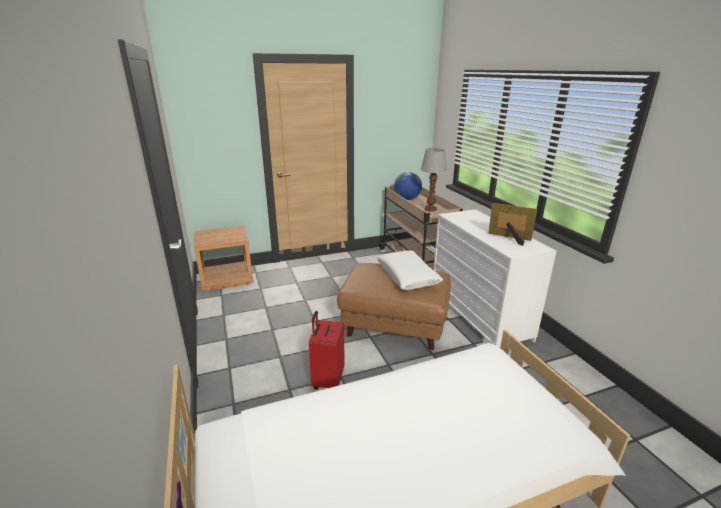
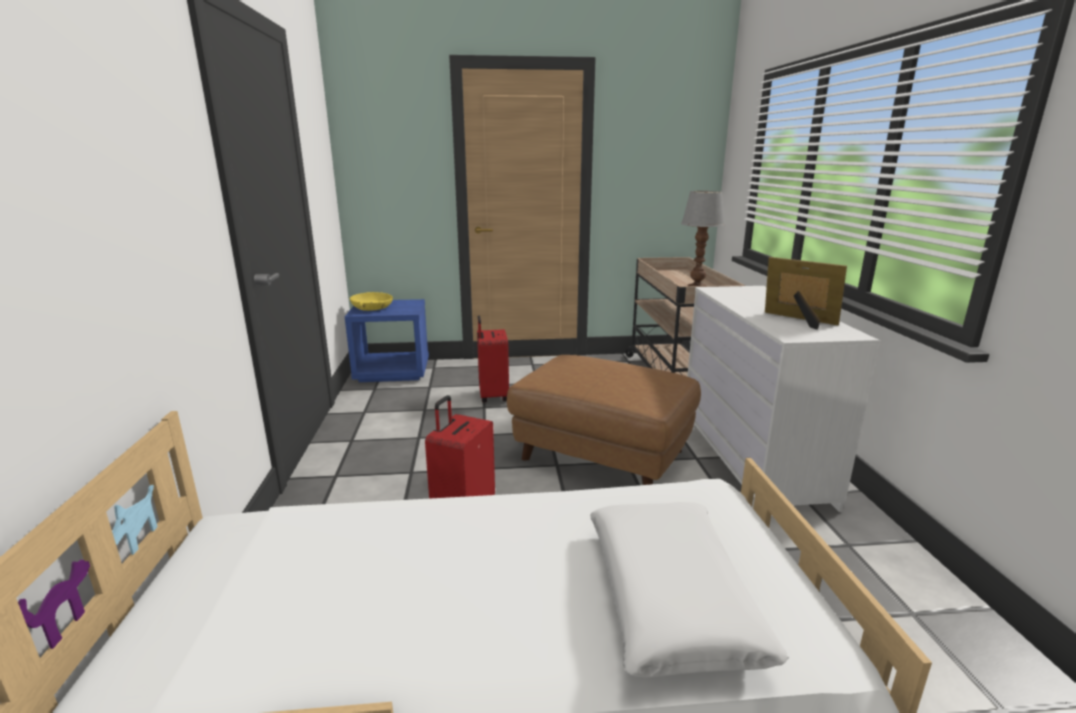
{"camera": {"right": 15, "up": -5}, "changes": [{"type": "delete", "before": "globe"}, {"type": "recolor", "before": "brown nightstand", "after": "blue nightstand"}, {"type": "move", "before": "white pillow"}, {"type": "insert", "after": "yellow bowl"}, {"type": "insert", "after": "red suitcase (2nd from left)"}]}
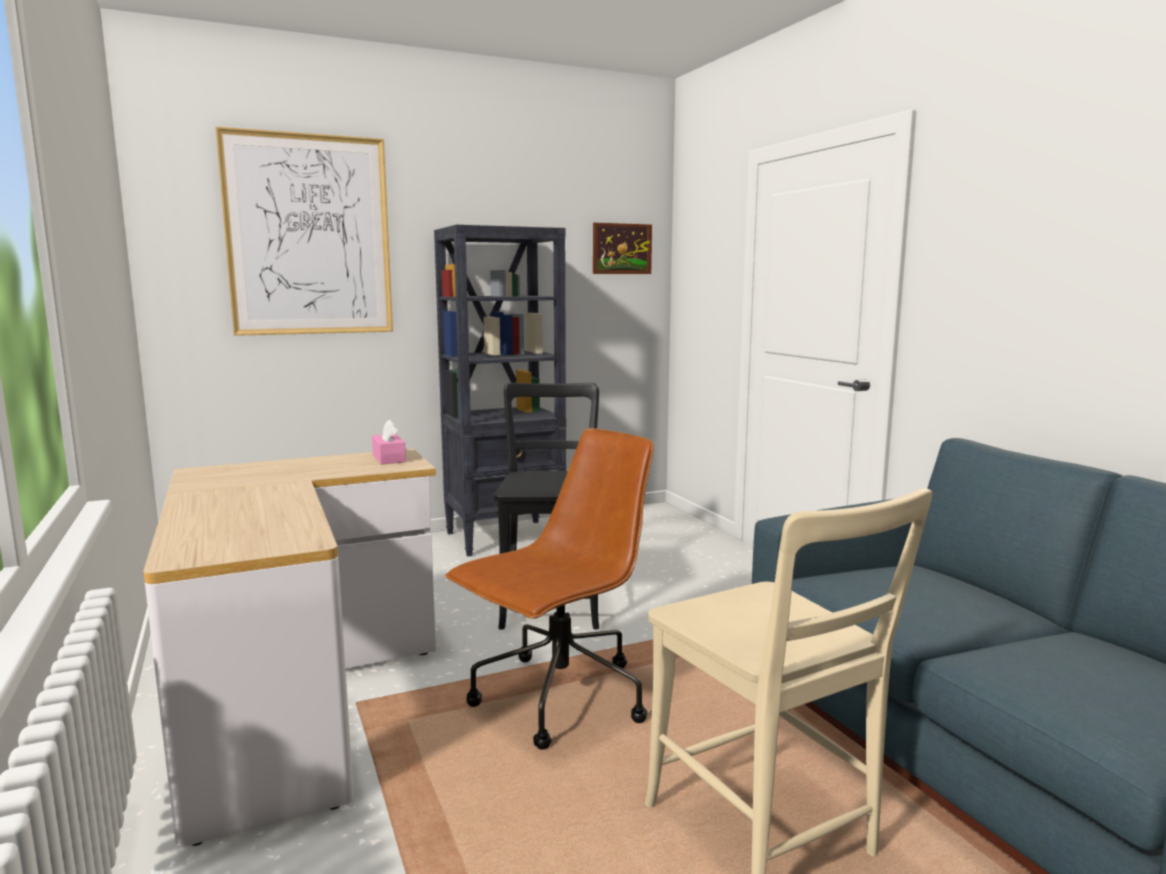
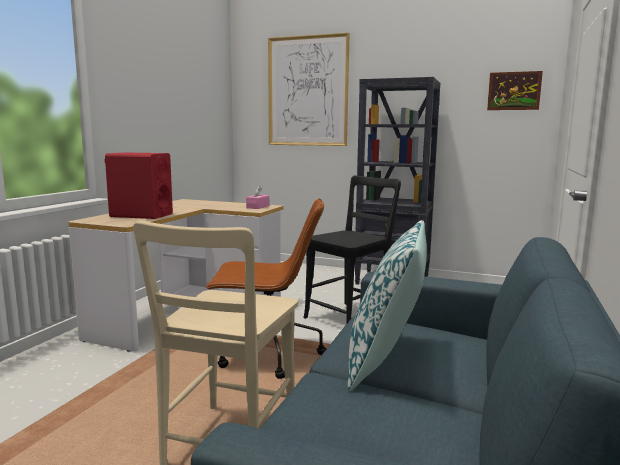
{"camera": {"right": 45, "up": 0}, "changes": [{"type": "insert", "after": "red speaker"}, {"type": "insert", "after": "pillow"}]}
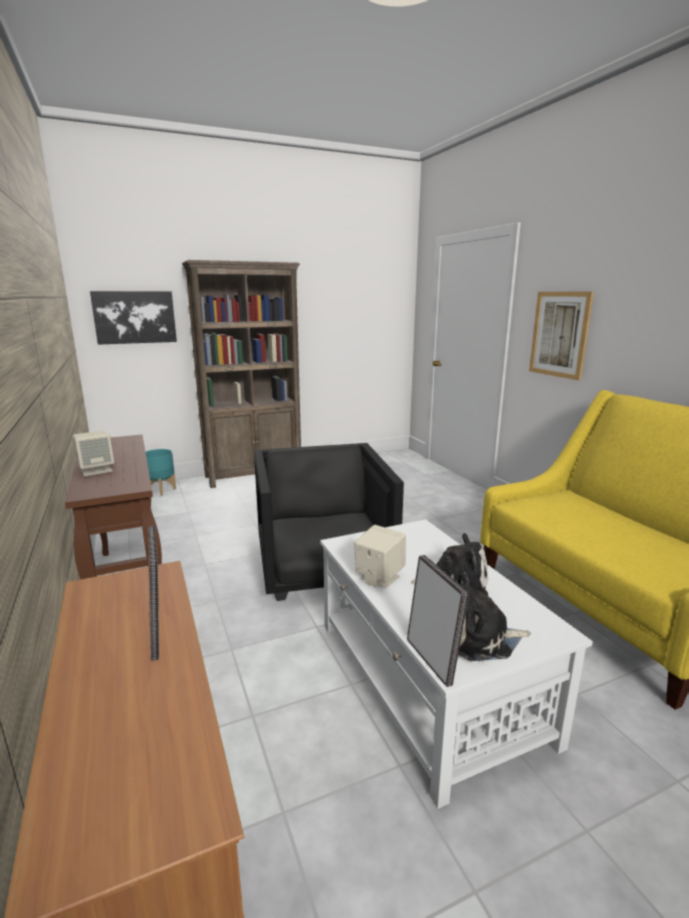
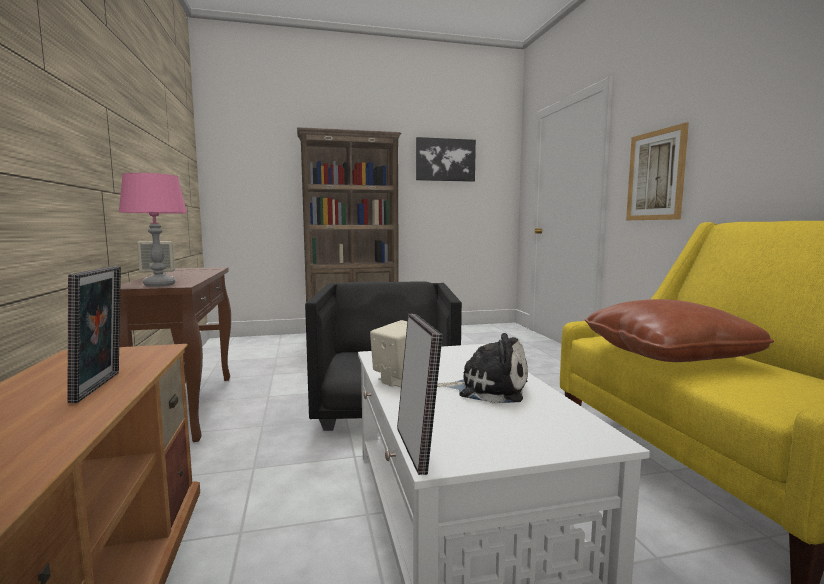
{"camera": {"right": 10, "up": -10}, "changes": [{"type": "move", "before": "picture (1st from left)"}, {"type": "delete", "before": "turquoise planter"}, {"type": "delete", "before": "plush toy (2nd from left)"}, {"type": "insert", "after": "pink table lamp"}, {"type": "insert", "after": "brown pillow"}]}
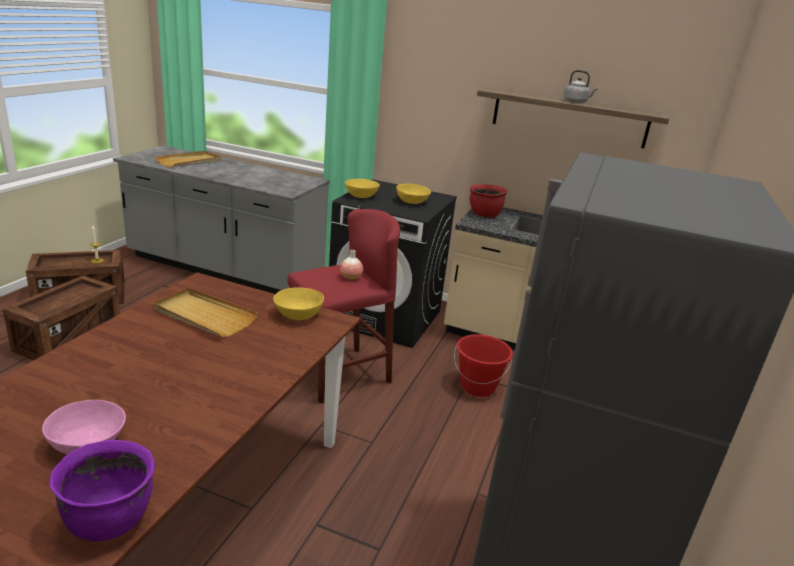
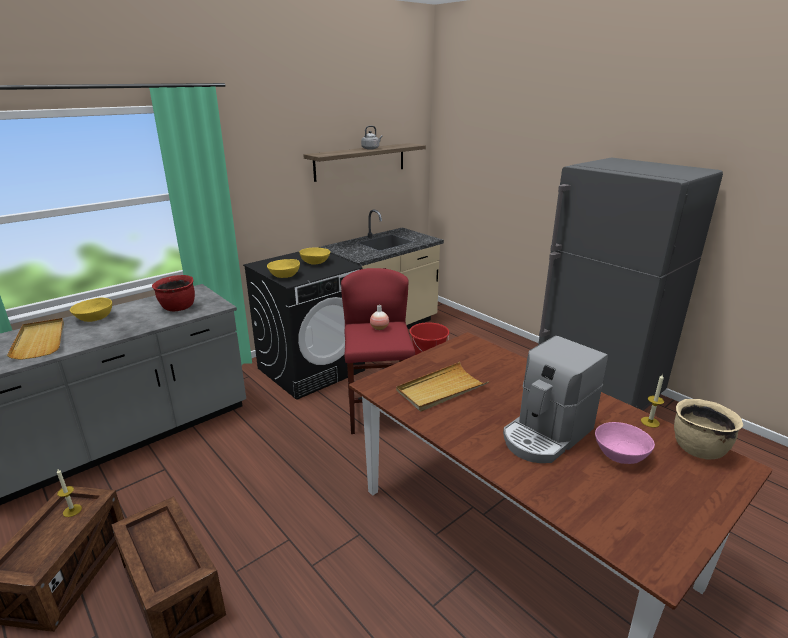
{"camera": {"right": -60, "up": 0}, "changes": [{"type": "move", "before": "red cooking pot"}, {"type": "move", "before": "yellow bowl (1st from left)"}, {"type": "recolor", "before": "purple cooking pot", "after": "beige cooking pot"}, {"type": "insert", "after": "coffee machine"}, {"type": "insert", "after": "candle (2nd from left)"}]}
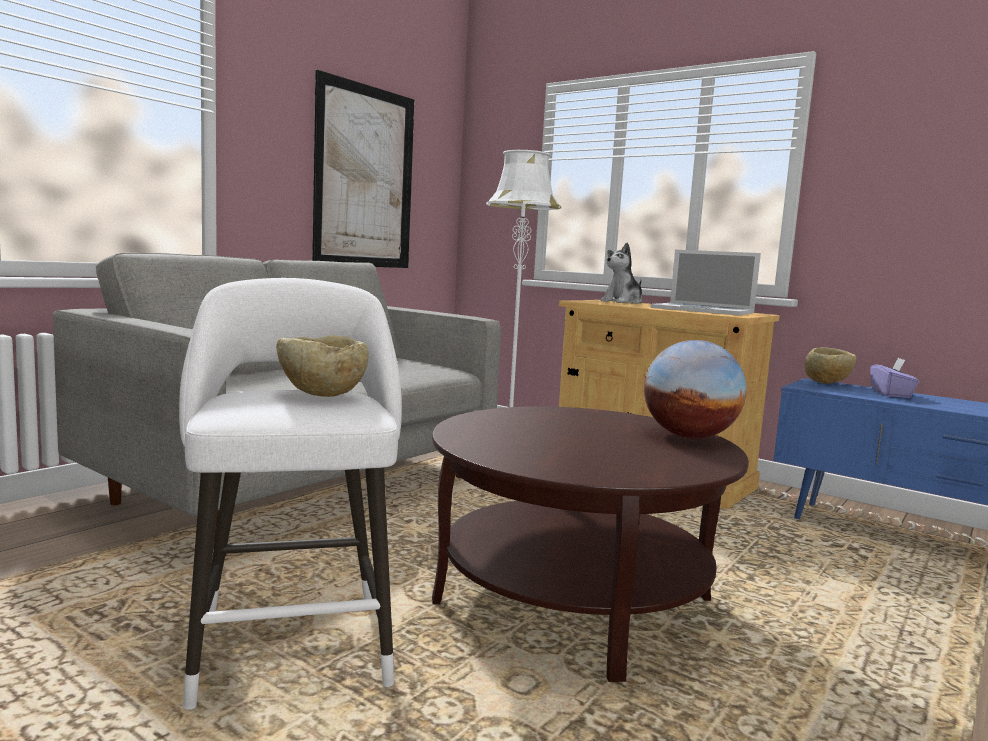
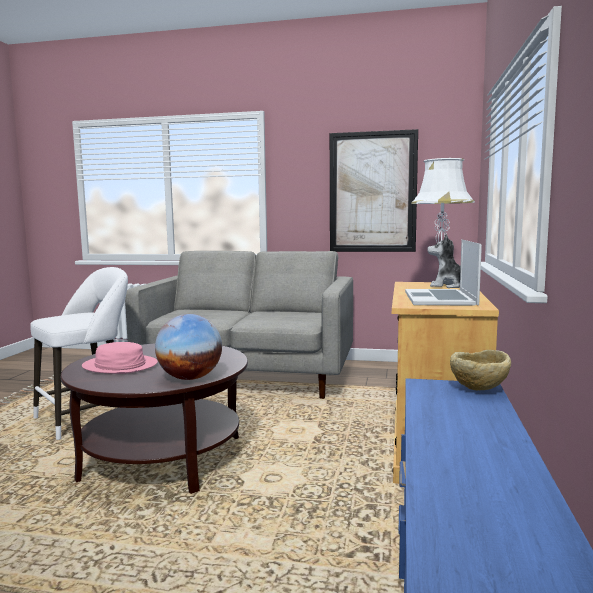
{"camera": {"right": 65, "up": 0}, "changes": [{"type": "delete", "before": "beige bowl (1st from left)"}, {"type": "delete", "before": "purple tissue box"}, {"type": "insert", "after": "pink hat"}]}
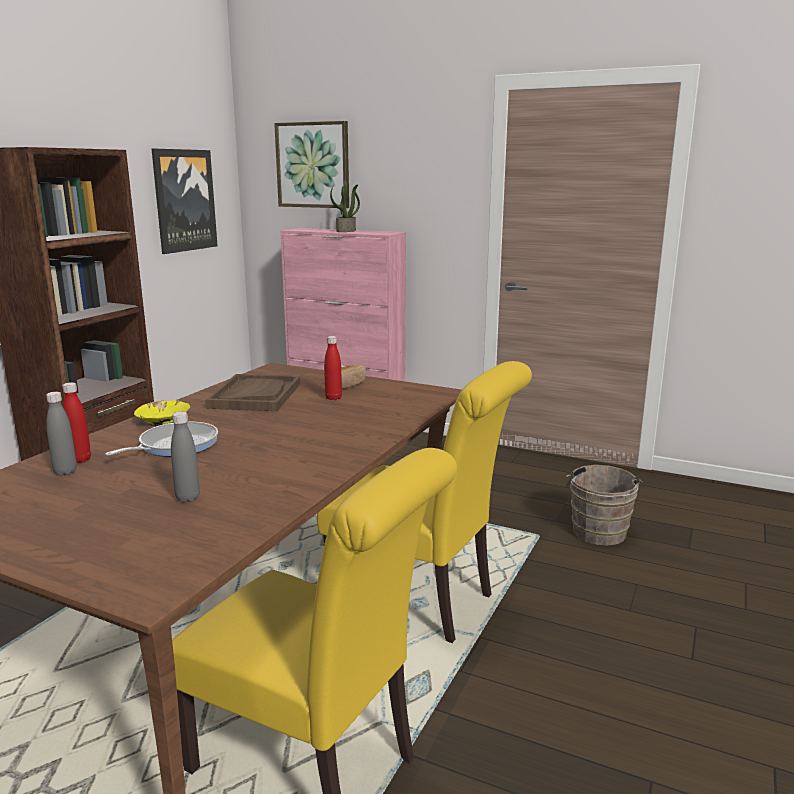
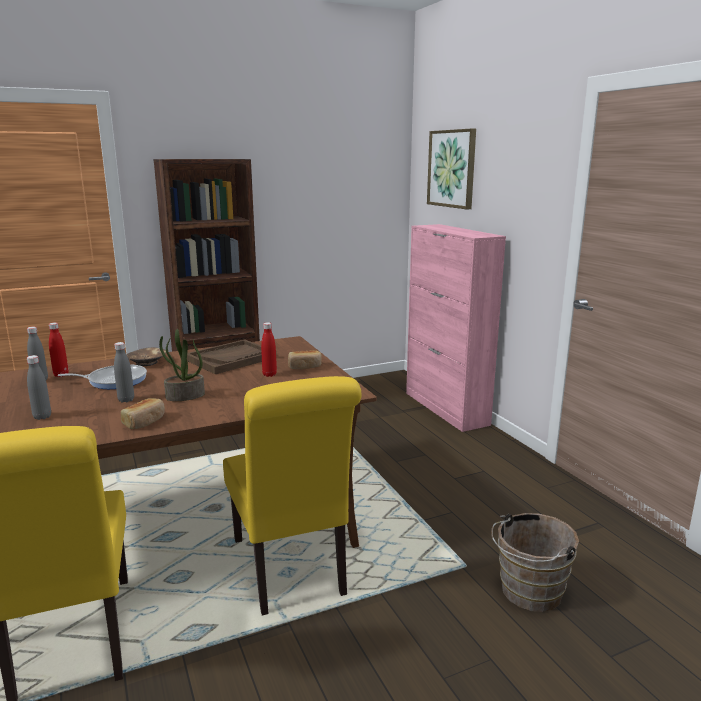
{"camera": {"right": 40, "up": 0}, "changes": [{"type": "delete", "before": "picture (1st from left)"}, {"type": "move", "before": "potted plant"}, {"type": "recolor", "before": "yellow bowl", "after": "brown bowl"}, {"type": "insert", "after": "grey bottle (3rd from left)"}, {"type": "insert", "after": "bread (1st from left)"}]}
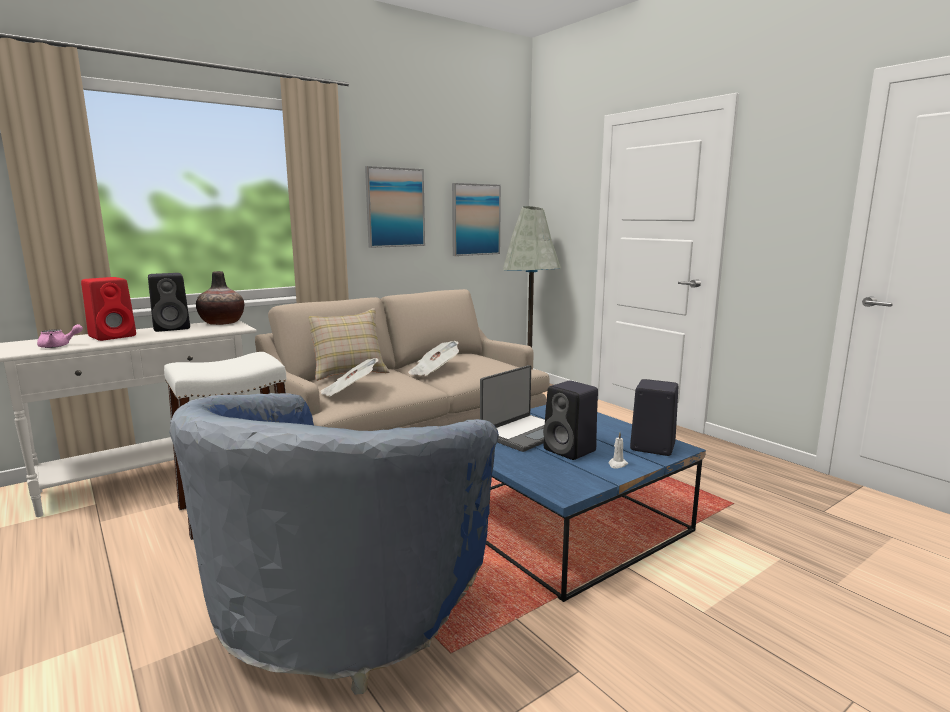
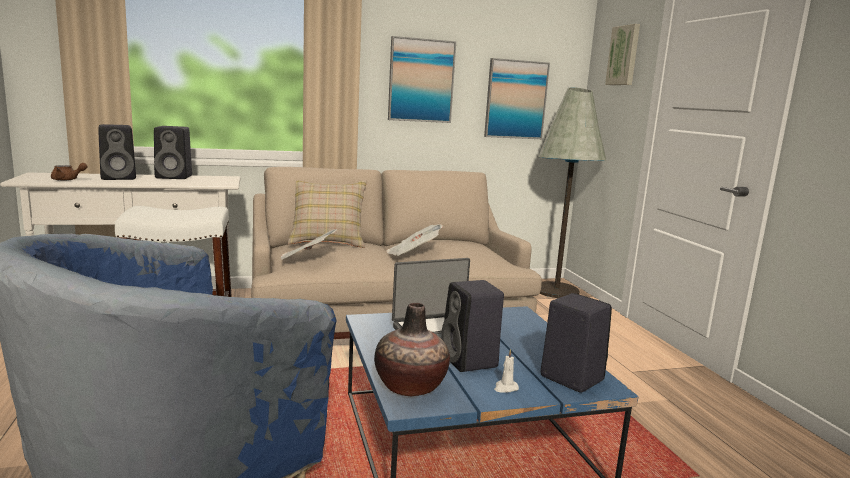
{"camera": {"right": 20, "up": 0}, "changes": [{"type": "move", "before": "vase"}, {"type": "recolor", "before": "red speaker", "after": "black speaker (1st from left)"}, {"type": "recolor", "before": "pink teapot", "after": "brown teapot"}, {"type": "insert", "after": "picture (3rd from left)"}]}
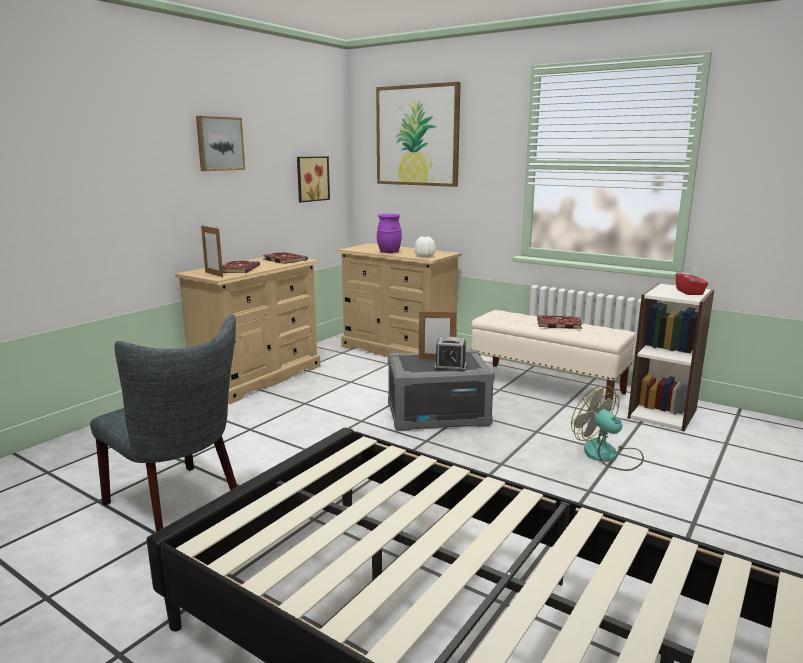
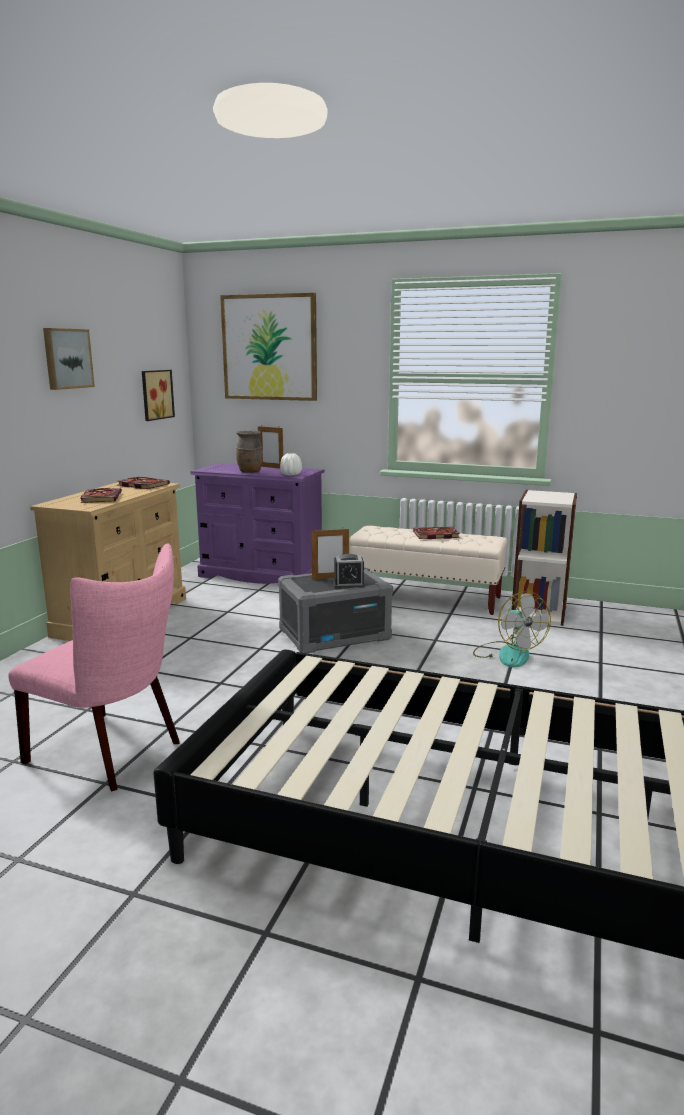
{"camera": {"right": -15, "up": 0}, "changes": [{"type": "recolor", "before": "purple vase", "after": "brown vase"}, {"type": "move", "before": "picture frame (1st from left)"}, {"type": "recolor", "before": "beige dresser (2nd from left)", "after": "purple dresser"}, {"type": "delete", "before": "red tissue box"}, {"type": "recolor", "before": "grey chair", "after": "pink chair"}, {"type": "rotate", "before": "fan", "turn": -150}]}
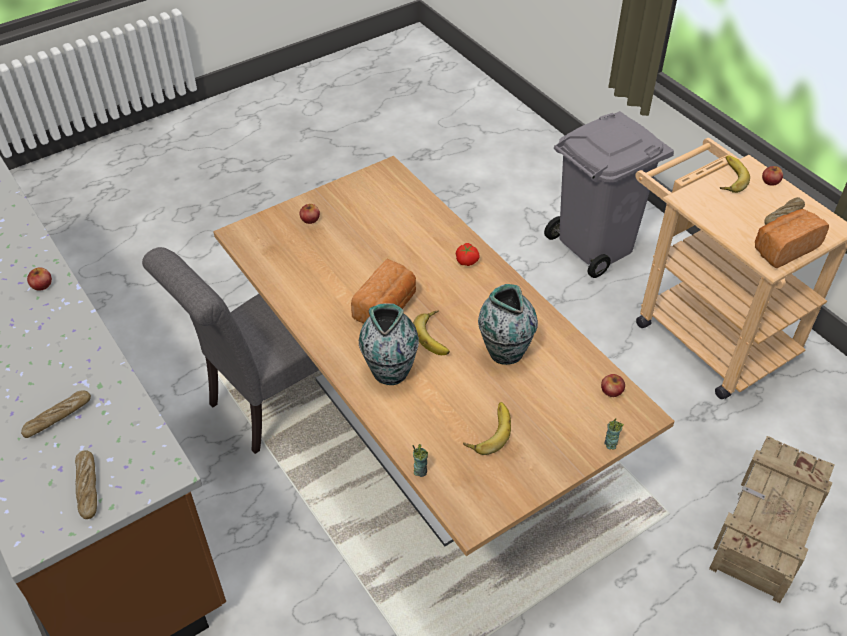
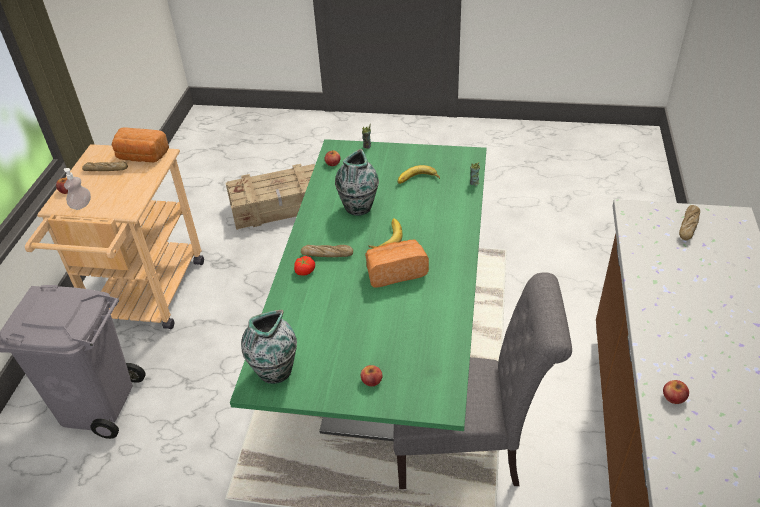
{"camera": {"right": -135, "up": -5}, "changes": [{"type": "replace", "before": "banana (3rd from left)", "after": "soap dispenser"}, {"type": "recolor", "before": "beige dining table", "after": "green dining table"}, {"type": "move", "before": "vase (1st from left)"}, {"type": "move", "before": "bread (1st from left in the first image)", "after": "bread (3rd from left)"}]}
